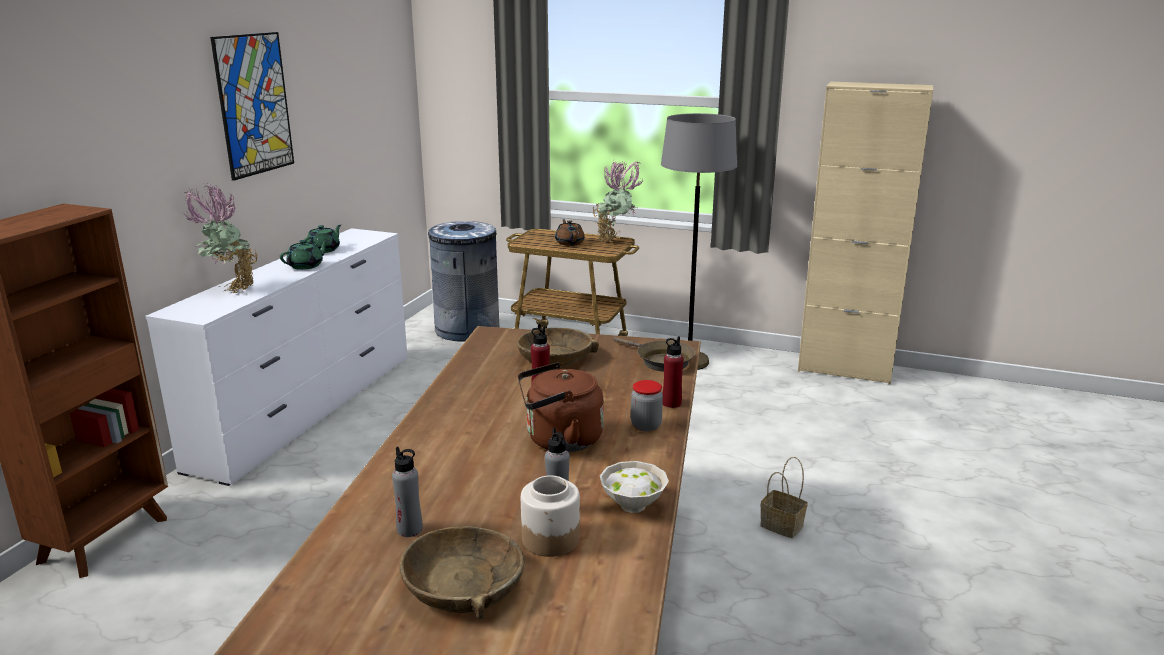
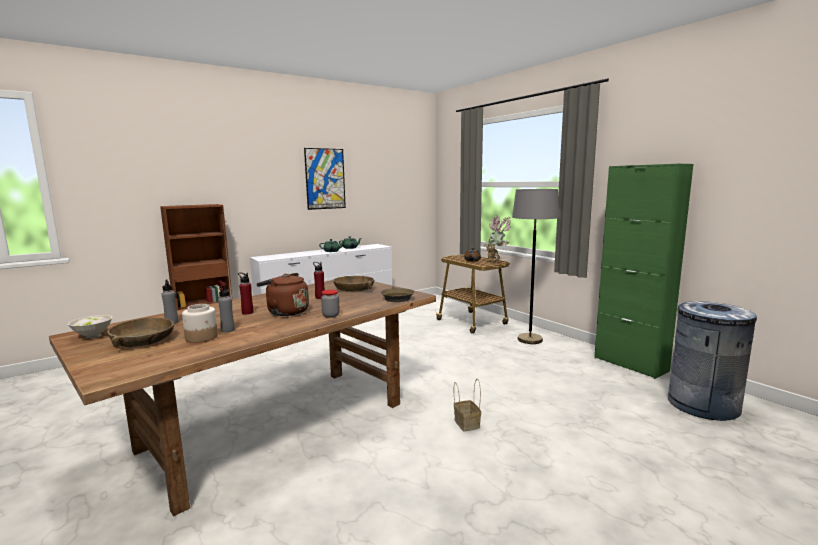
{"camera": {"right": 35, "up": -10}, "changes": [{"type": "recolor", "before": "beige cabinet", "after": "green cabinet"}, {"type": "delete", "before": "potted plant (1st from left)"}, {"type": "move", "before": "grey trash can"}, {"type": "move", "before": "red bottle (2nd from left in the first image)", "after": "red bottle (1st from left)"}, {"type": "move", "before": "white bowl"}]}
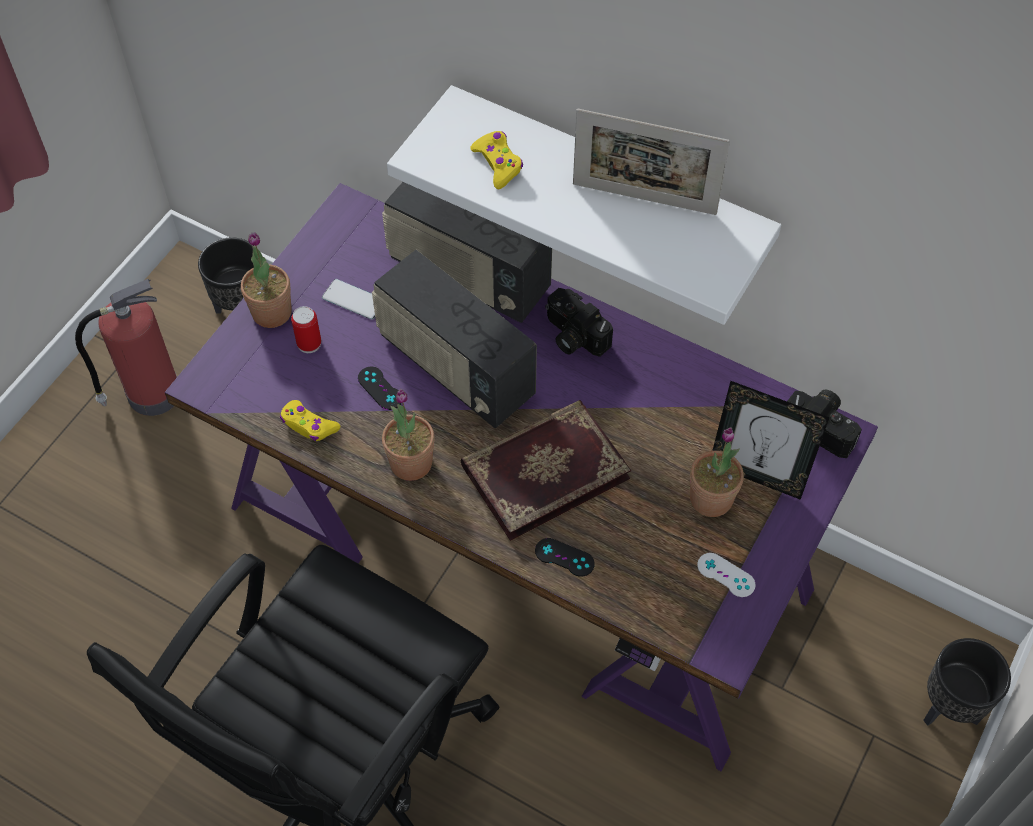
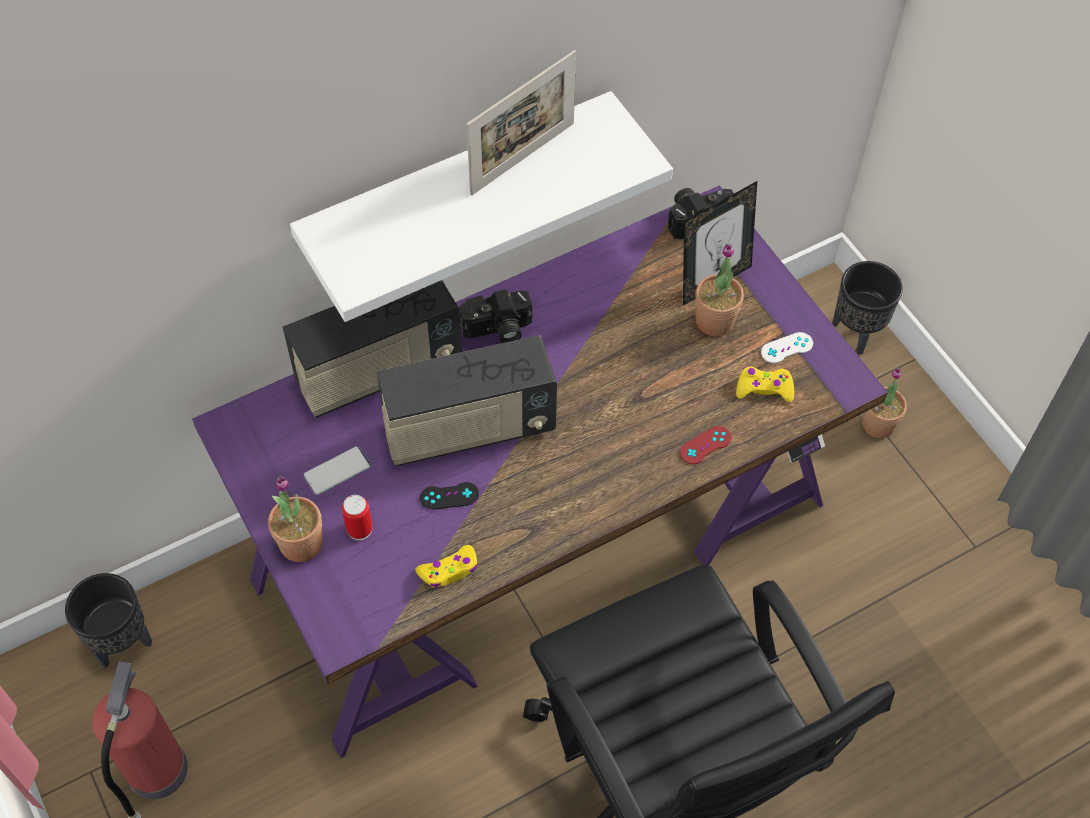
{"camera": {"right": -60, "up": 0}, "changes": [{"type": "move", "before": "yellow game controller (2nd from left)"}, {"type": "move", "before": "potted plant (2nd from left in the first image)", "after": "potted plant (3rd from left)"}, {"type": "delete", "before": "book"}, {"type": "recolor", "before": "black game controller (2nd from left)", "after": "red game controller"}]}
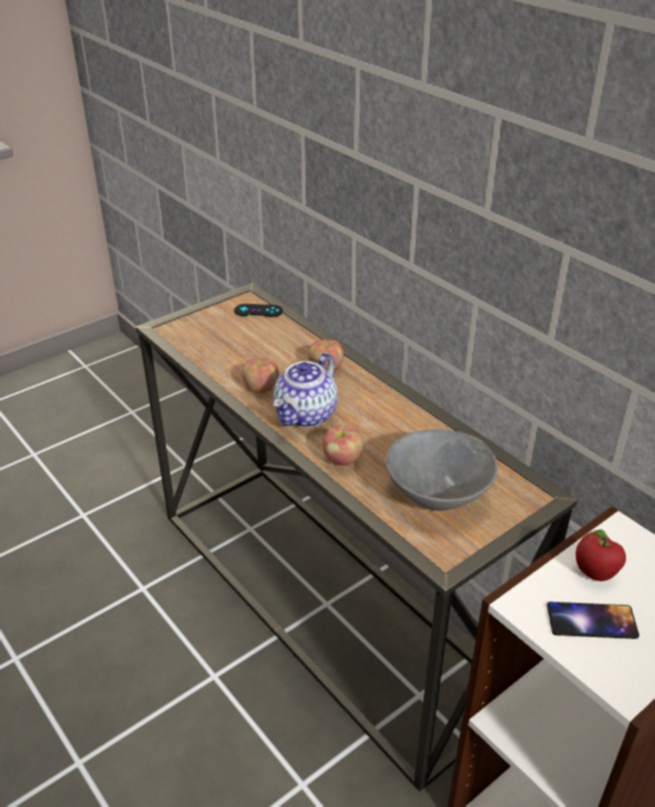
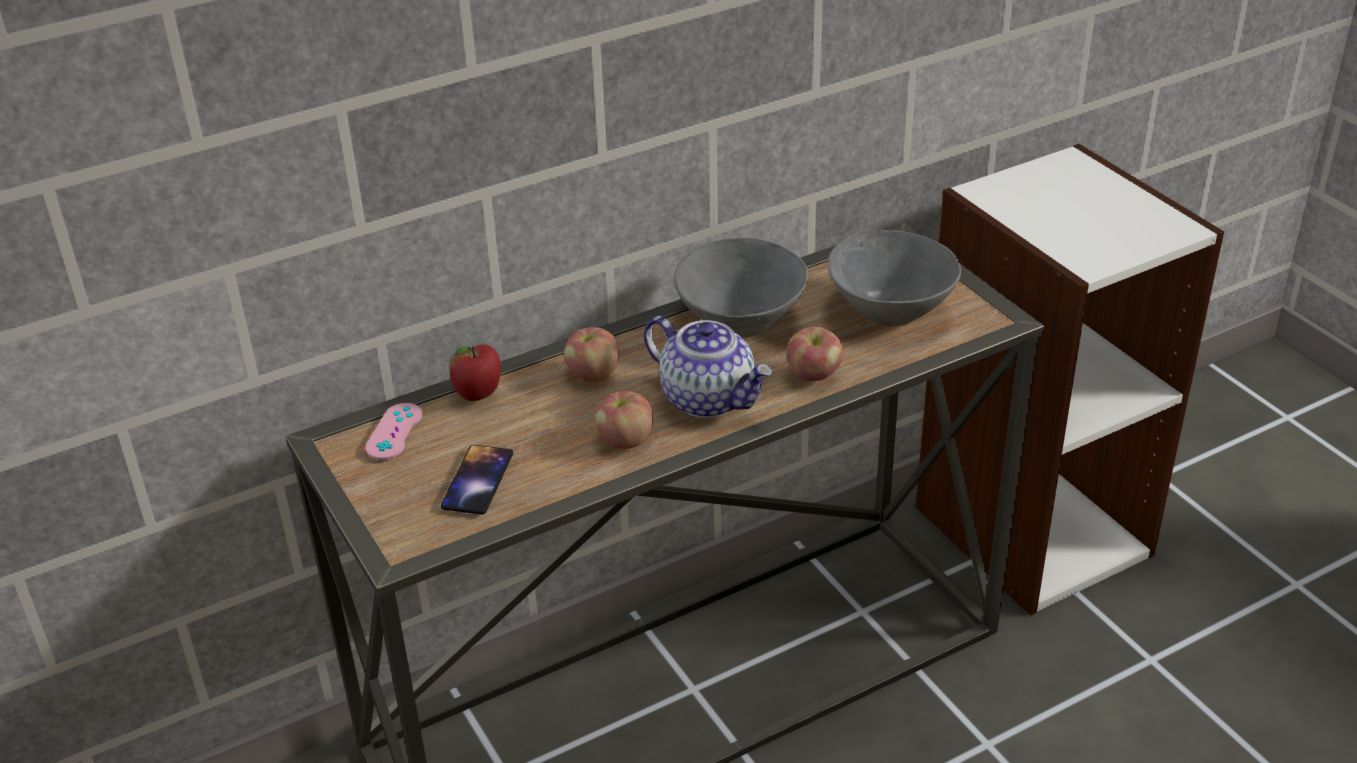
{"camera": {"right": -80, "up": 0}, "changes": [{"type": "recolor", "before": "black game controller", "after": "pink game controller"}, {"type": "move", "before": "apple (4th from left in the first image)", "after": "apple (1st from left)"}, {"type": "move", "before": "phone"}, {"type": "insert", "after": "grey bowl (1st from left)"}]}
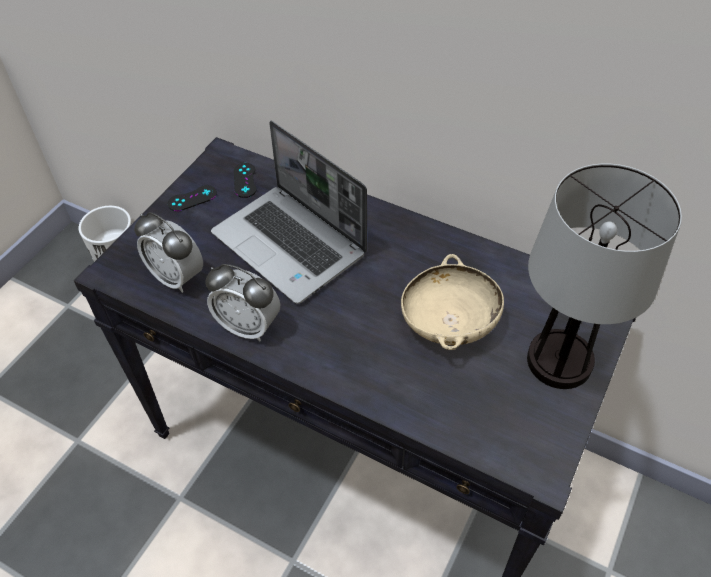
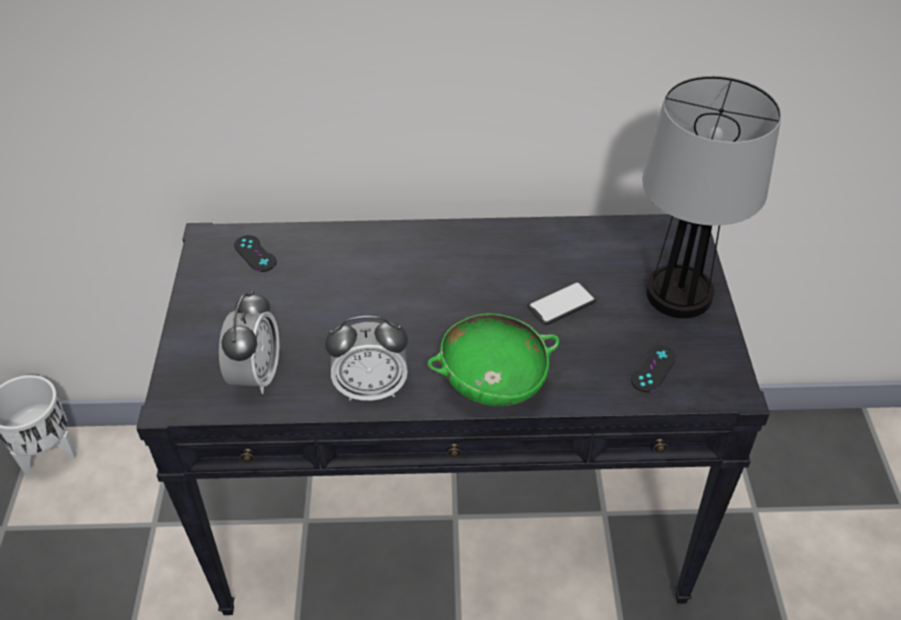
{"camera": {"right": -30, "up": -5}, "changes": [{"type": "delete", "before": "laptop"}, {"type": "move", "before": "black game controller (1st from left in the first image)", "after": "black game controller (2nd from left)"}, {"type": "rotate", "before": "alarm clock (1st from left)", "turn": -90}, {"type": "replace", "before": "beige bowl", "after": "phone"}, {"type": "insert", "after": "green bowl"}]}
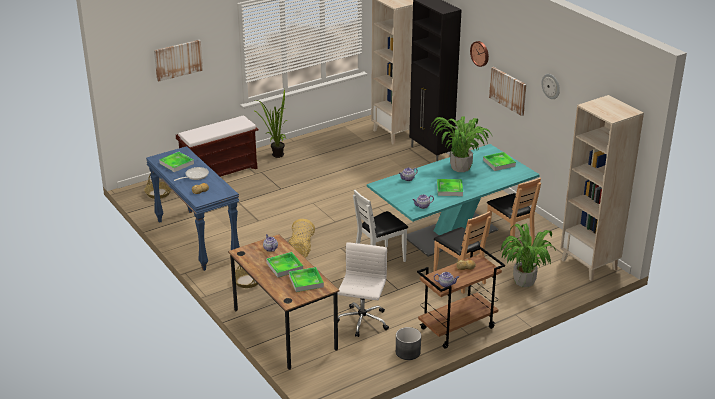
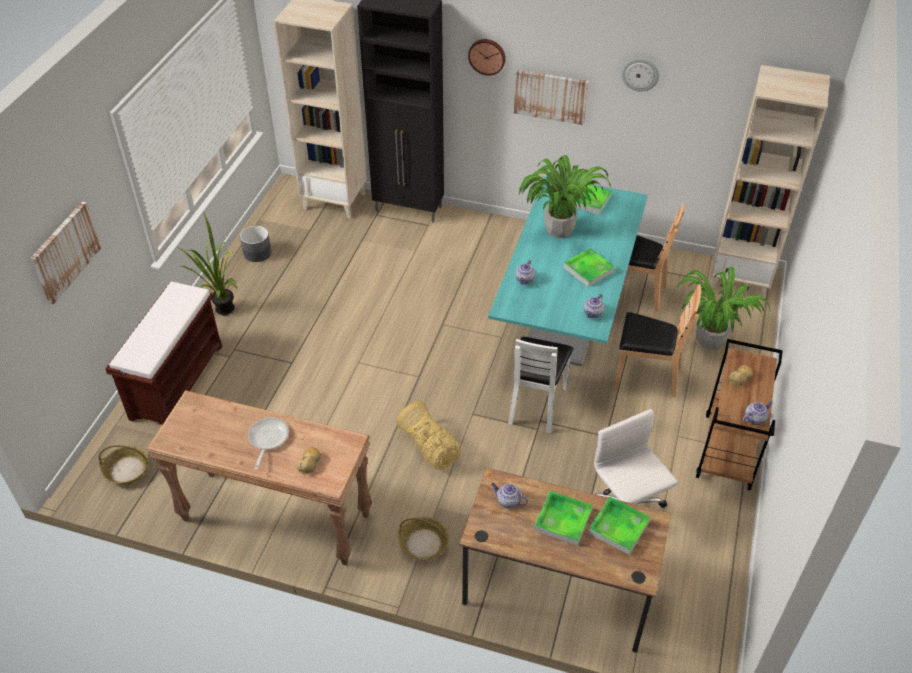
{"camera": {"right": -40, "up": 15}, "changes": [{"type": "recolor", "before": "blue console table", "after": "brown console table"}, {"type": "delete", "before": "tray (1st from left)"}, {"type": "move", "before": "grey planter"}]}
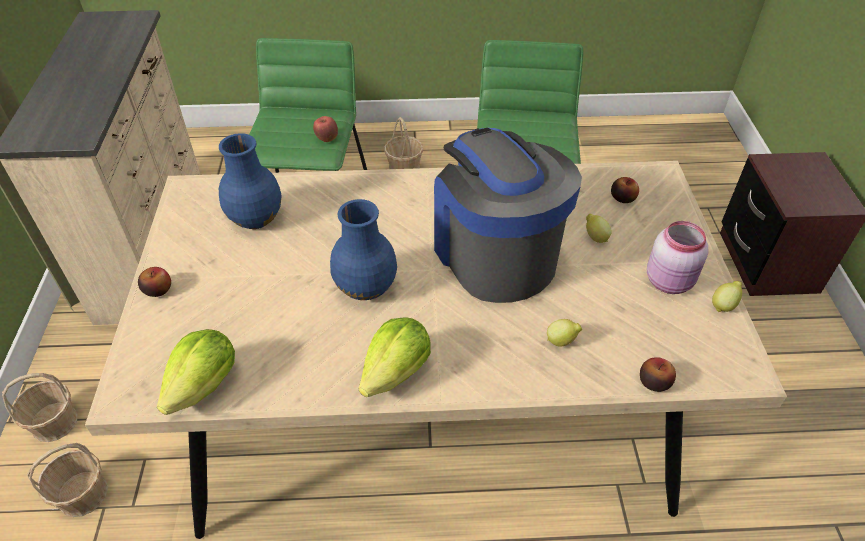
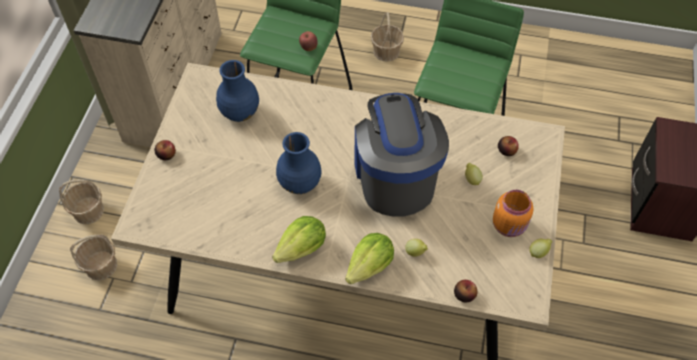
{"camera": {"right": 15, "up": 10}, "changes": [{"type": "recolor", "before": "pink jar", "after": "orange jar"}, {"type": "move", "before": "lettuce (1st from left in the first image)", "after": "lettuce (2nd from left)"}]}
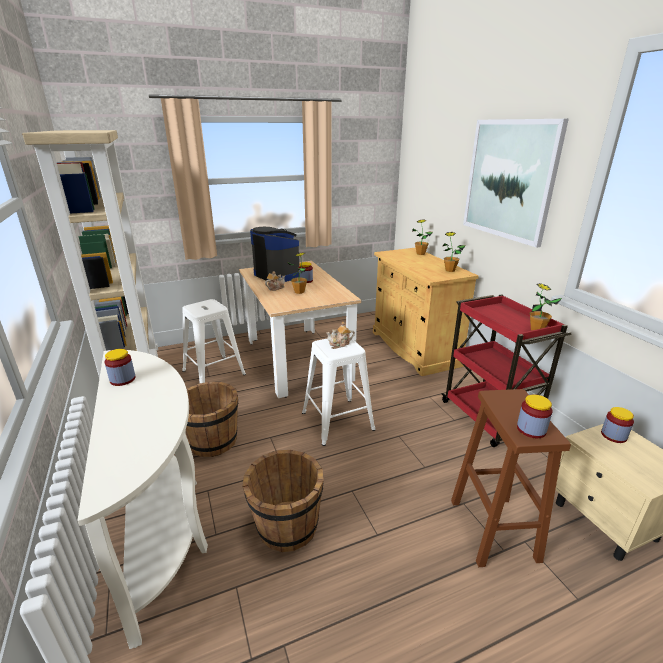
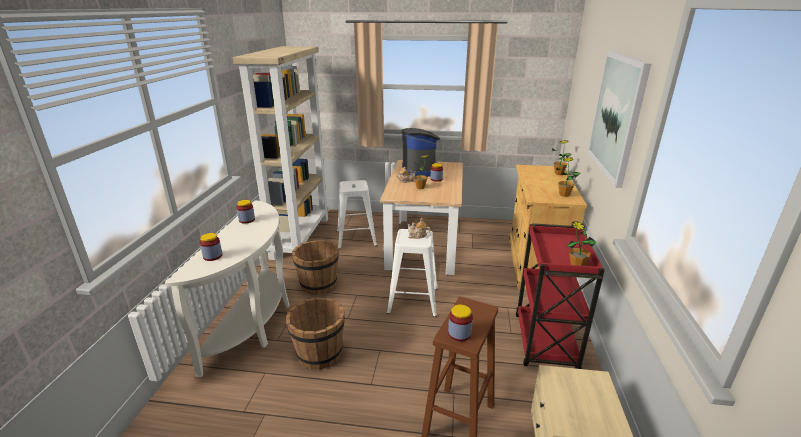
{"camera": {"right": 30, "up": 0}, "changes": [{"type": "move", "before": "jar (4th from left in the first image)", "after": "jar (1st from left)"}]}
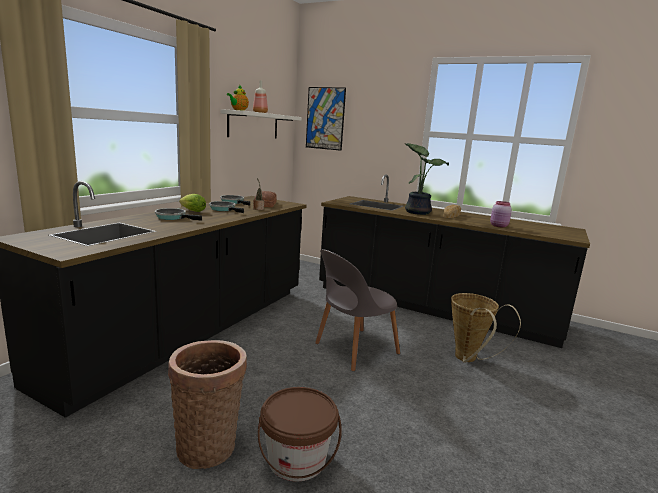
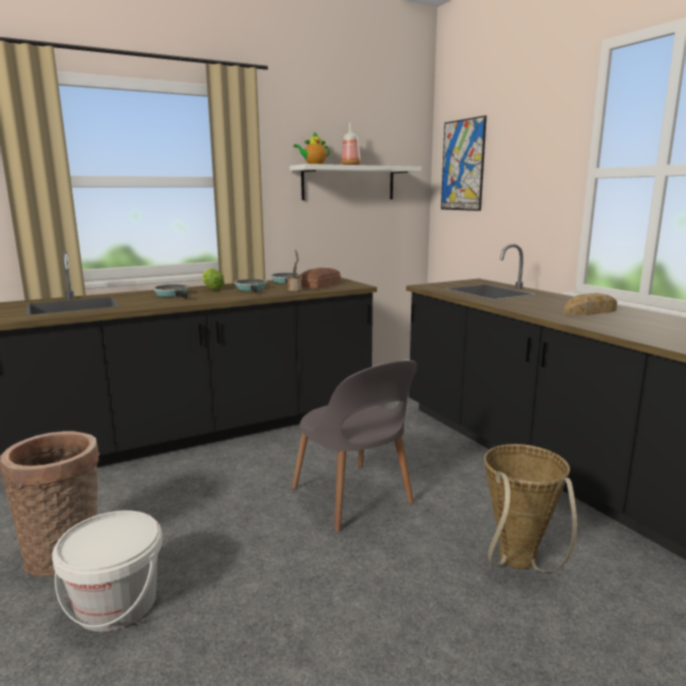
{"camera": {"right": 35, "up": 0}, "changes": [{"type": "delete", "before": "potted plant (2nd from left)"}, {"type": "delete", "before": "pink jar"}, {"type": "rotate", "before": "grey chair", "turn": -120}, {"type": "recolor", "before": "brown bucket", "after": "white bucket"}]}
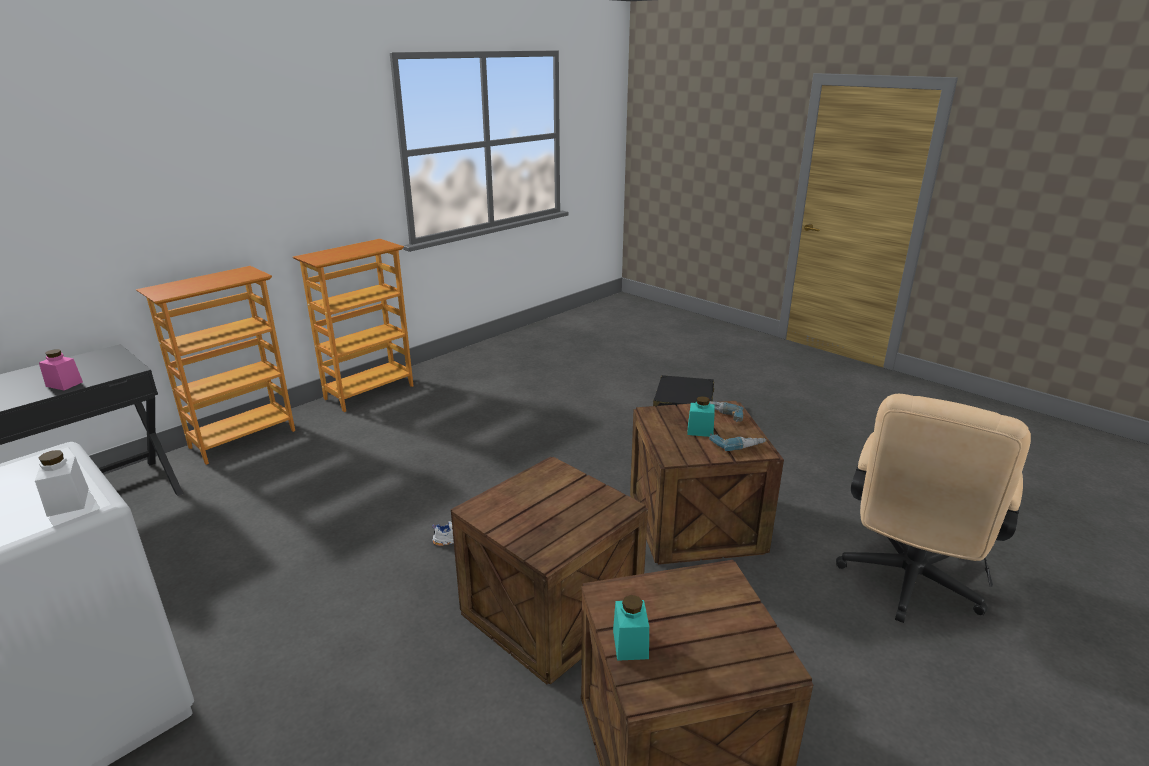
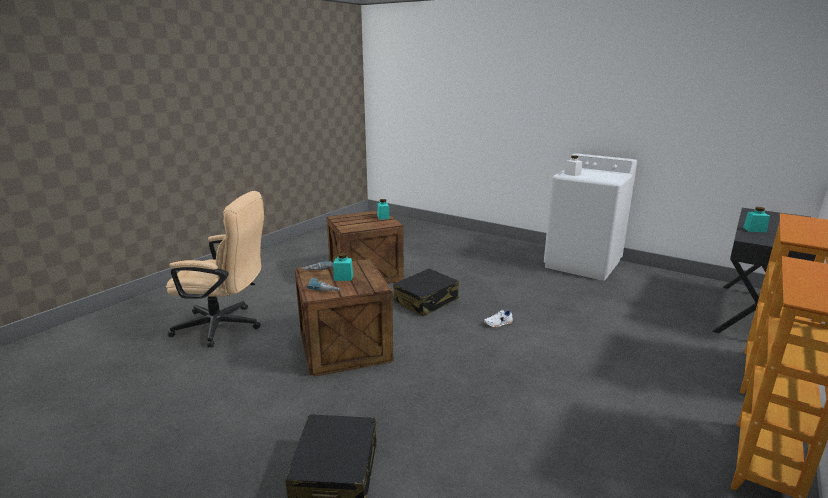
{"camera": {"right": 170, "up": -5}, "changes": [{"type": "recolor", "before": "pink jar", "after": "turquoise jar (3rd from left)"}, {"type": "rotate", "before": "beige office chair", "turn": 75}, {"type": "replace", "before": "crate (1st from left)", "after": "black suitcase (2nd from left)"}]}
